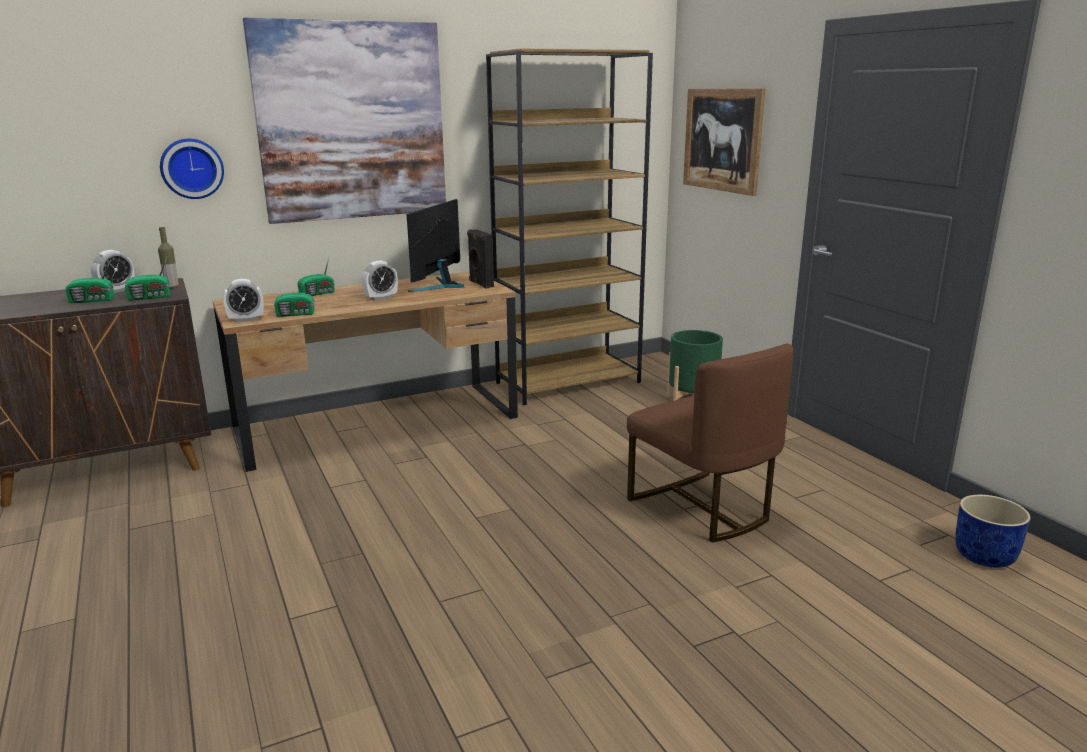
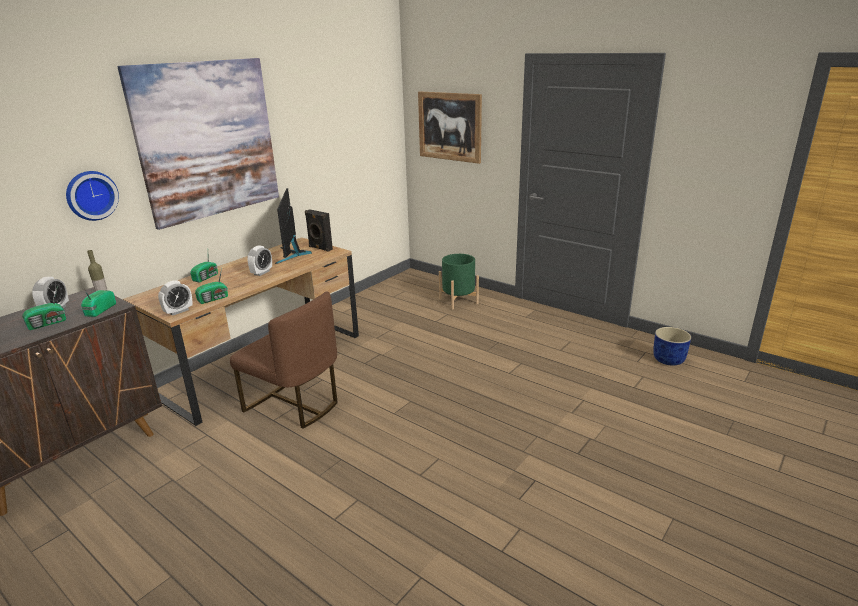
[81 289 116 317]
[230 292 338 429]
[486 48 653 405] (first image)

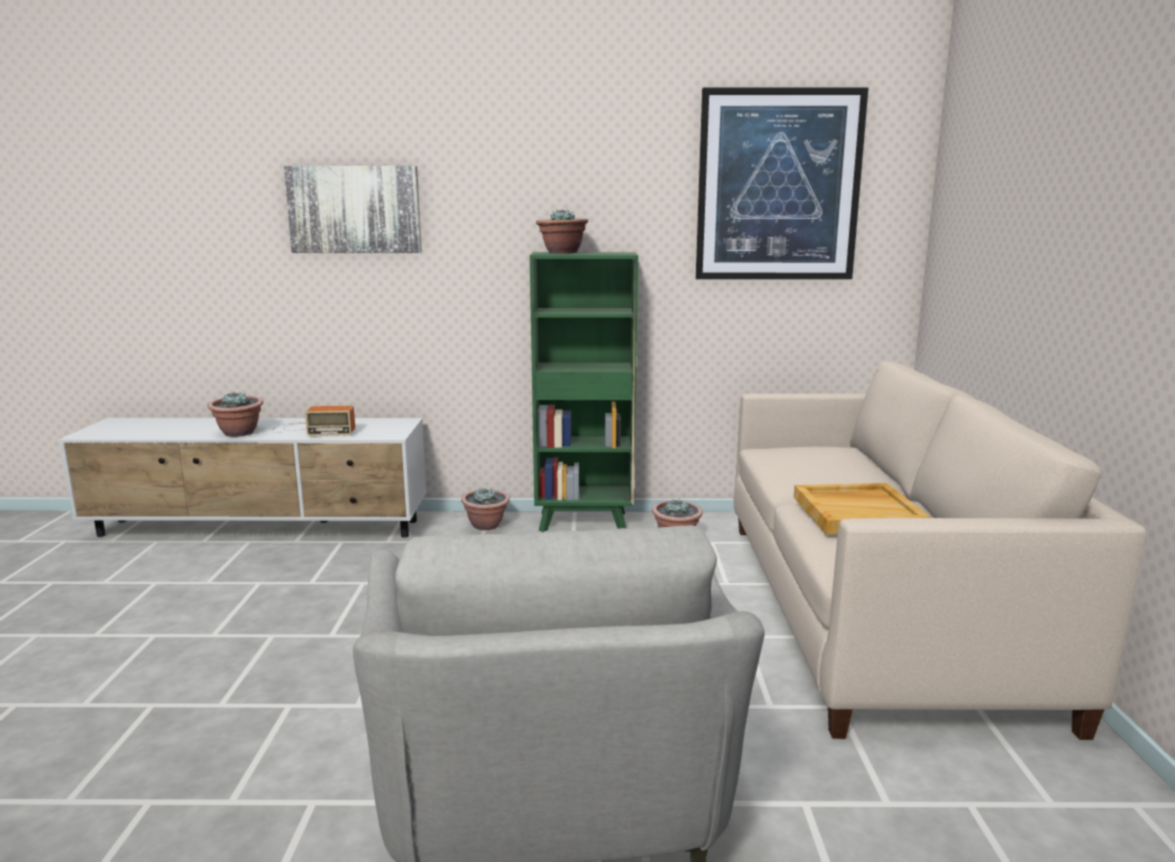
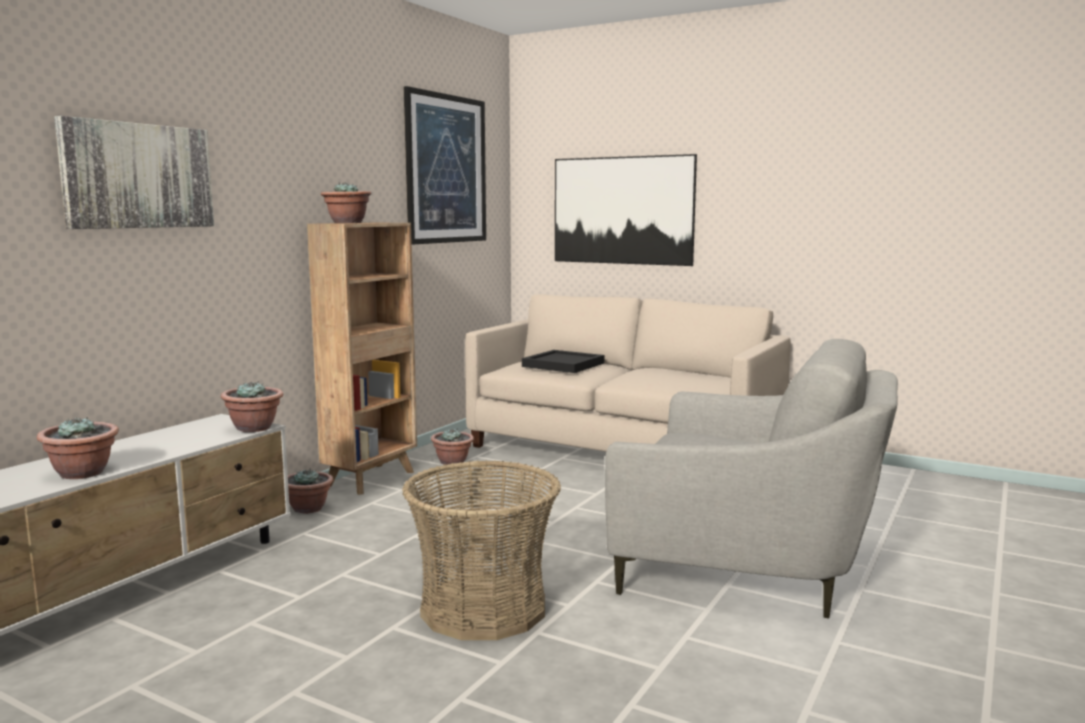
[221 381 283 432]
[307 222 417 495]
[402 460 561 640]
[522 350 604 373]
[555 154 697 266]
[272 406 355 436] (first image)
[794 483 931 534] (first image)

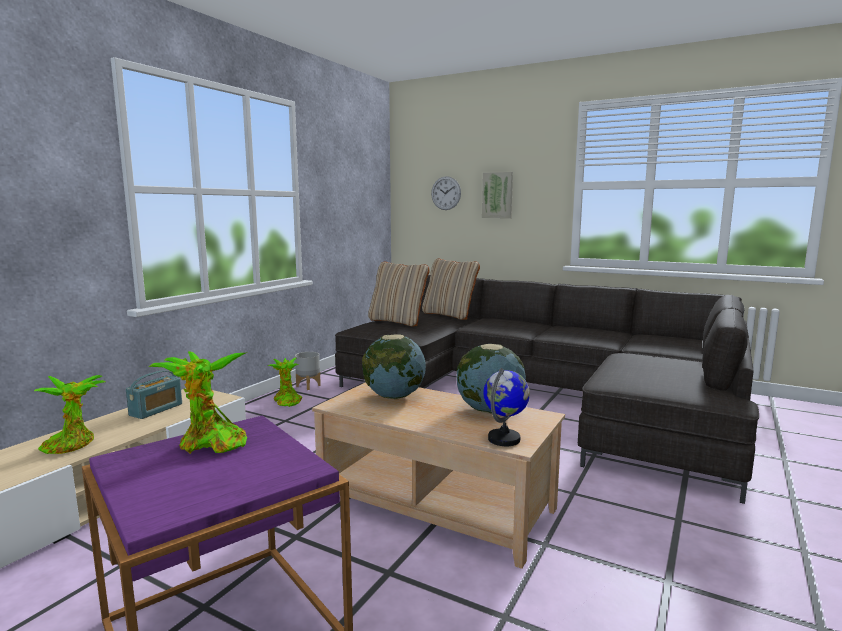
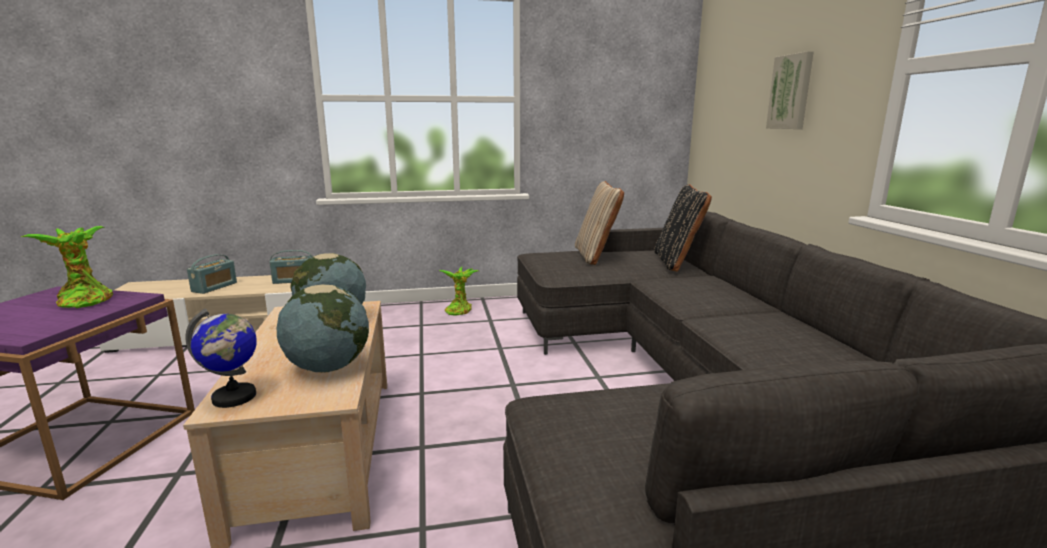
[187 254 237 294]
[654 184 712 272]
[295 352 321 390] (first image)
[431 176 461 210] (first image)

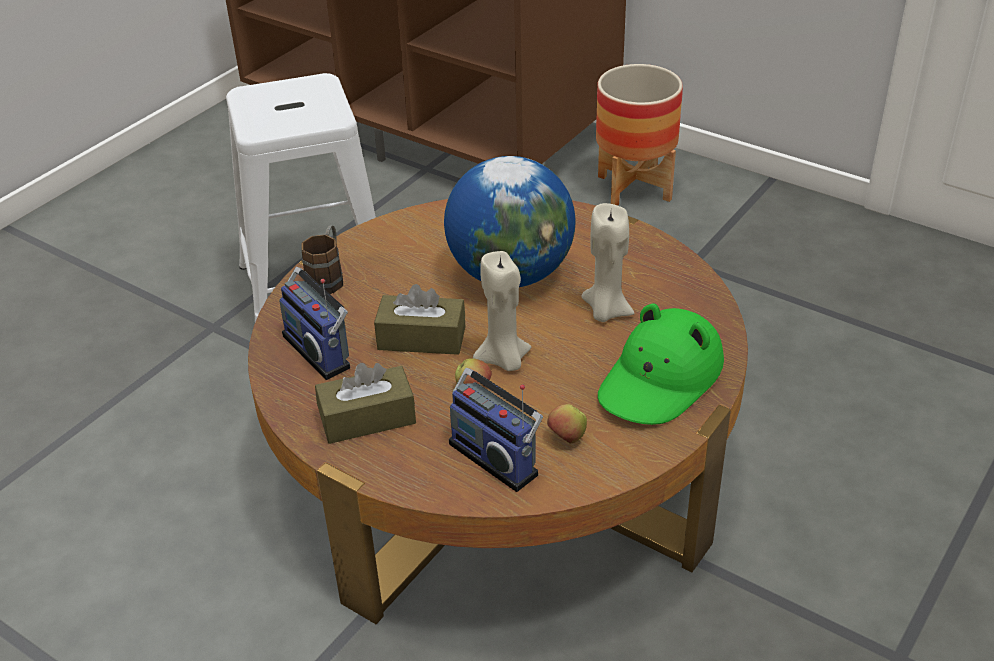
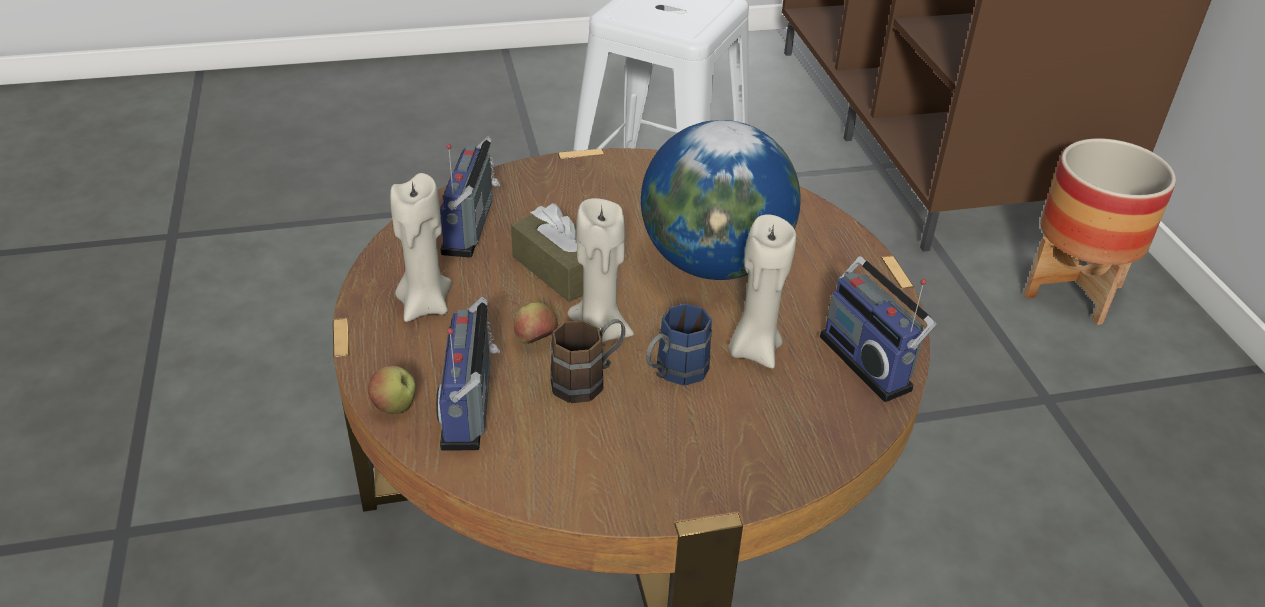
[368 365 416 414]
[390 173 452 322]
[551 319 625 403]
[646 303 712 386]
[820 256 936 402]
[598 304 724 425] (first image)

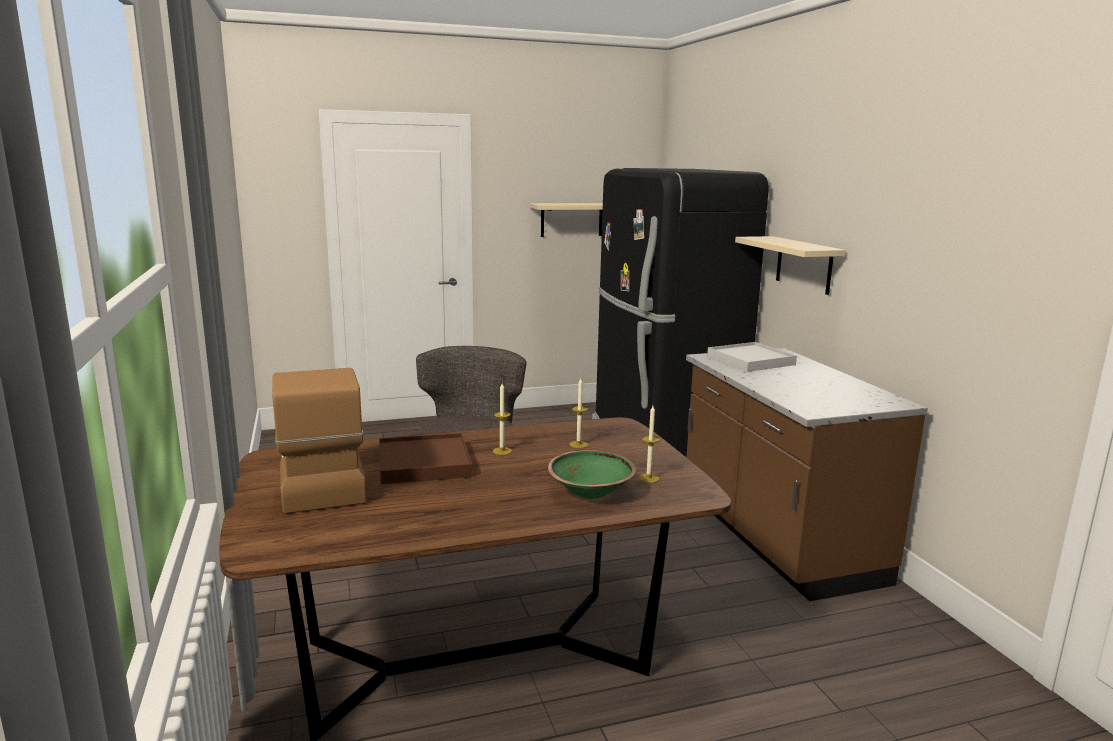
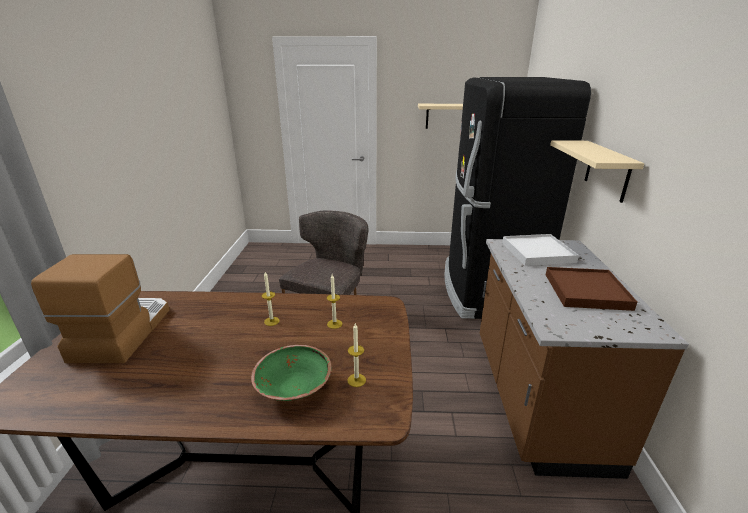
[546 267 637 311]

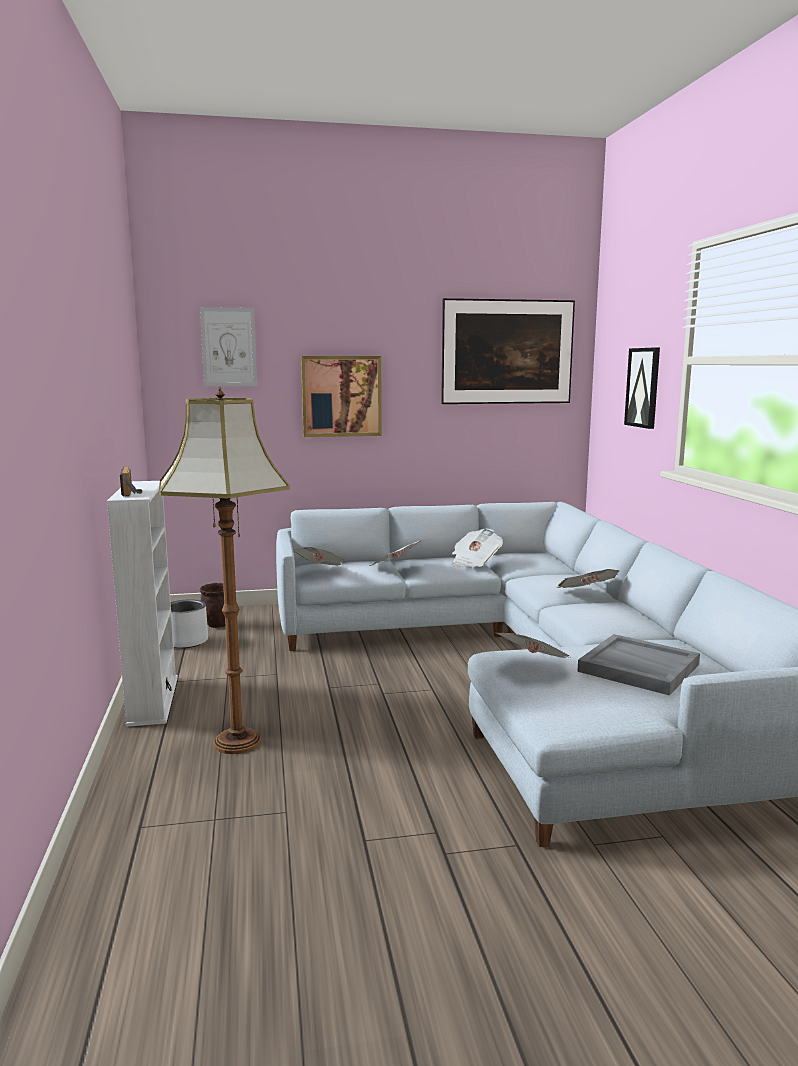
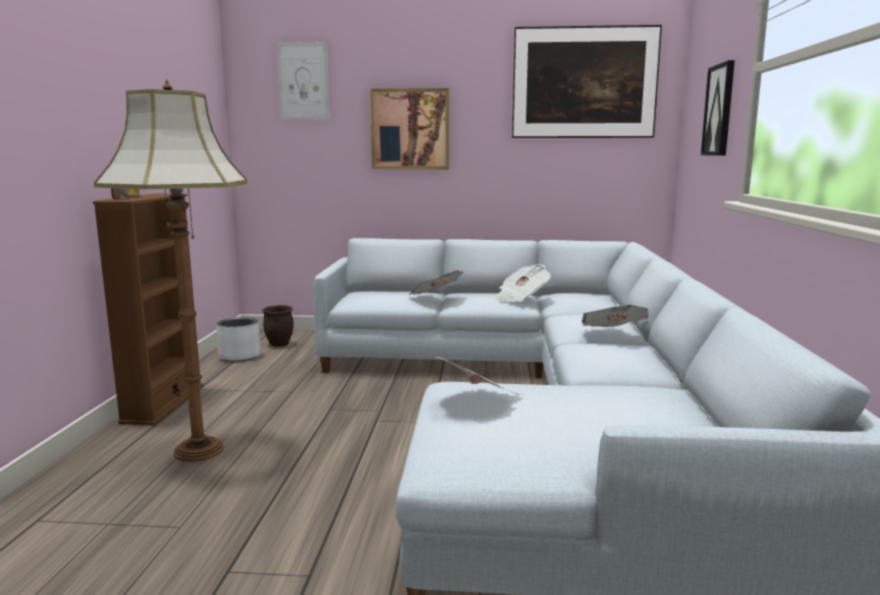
[93 193 203 425]
[293 547 344 565] (first image)
[577 634 700 695] (first image)

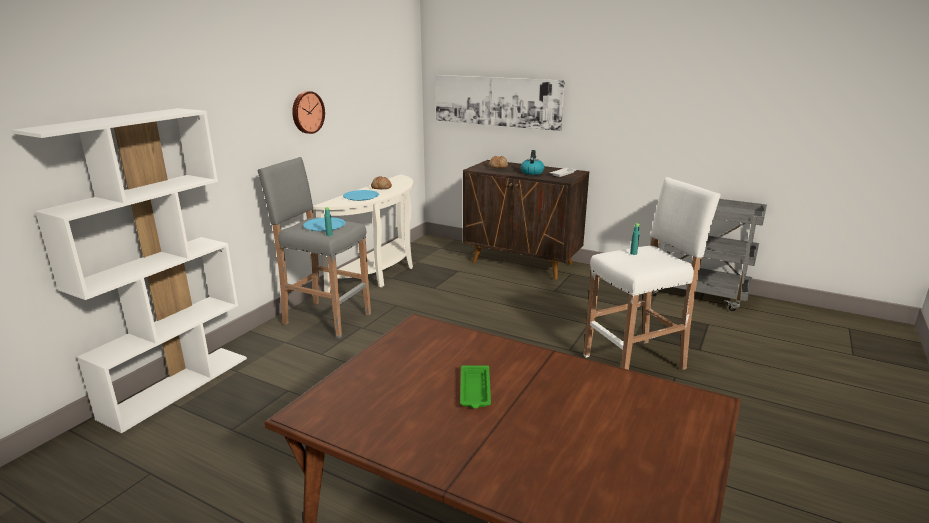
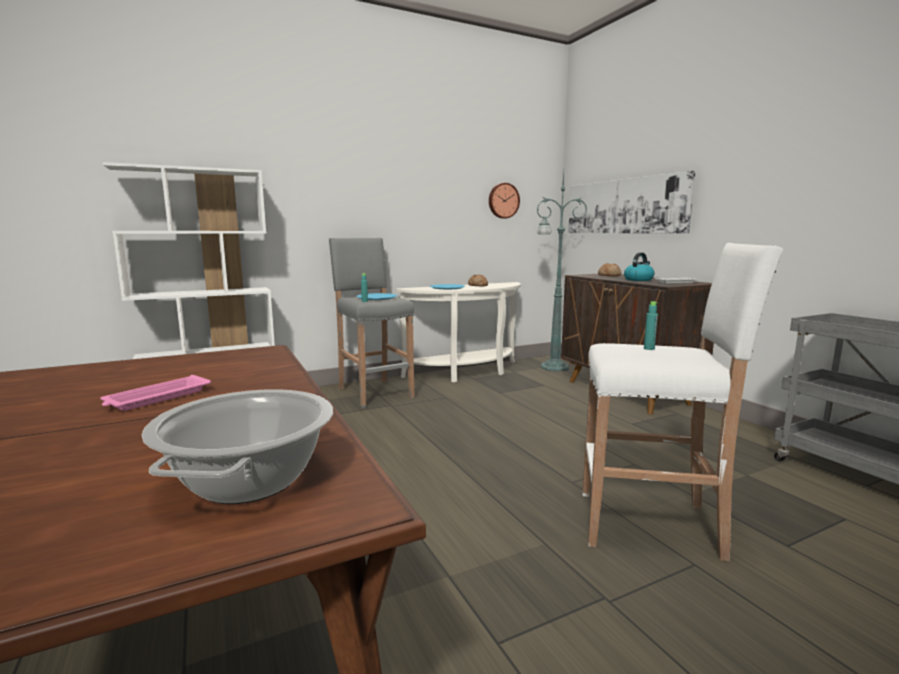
[100 375 211 411]
[142 389 333 504]
[489 183 520 219]
[537 172 587 372]

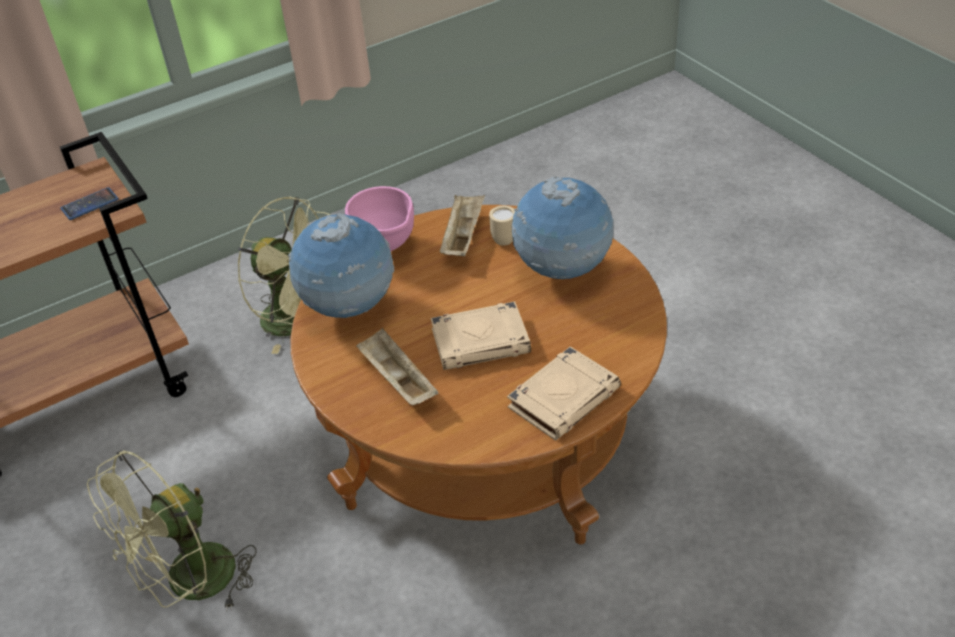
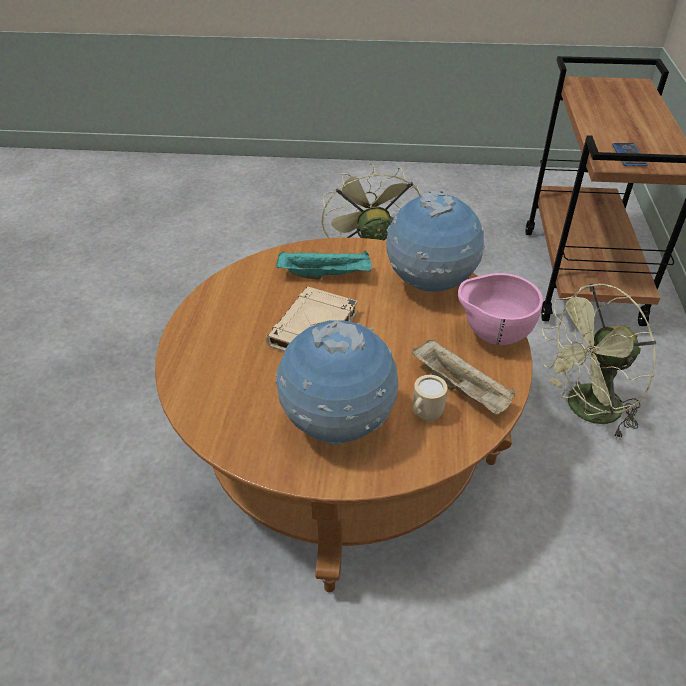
[276 250 372 280]
[507 346 621 441] (first image)

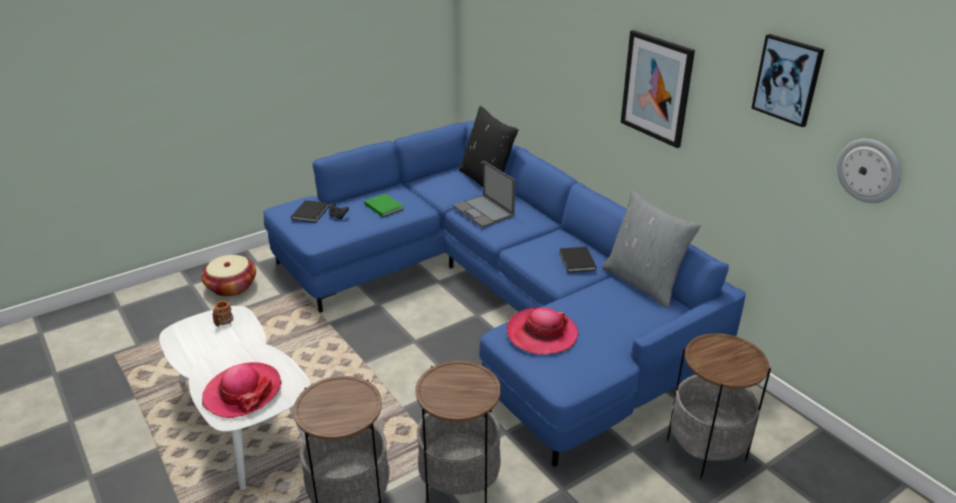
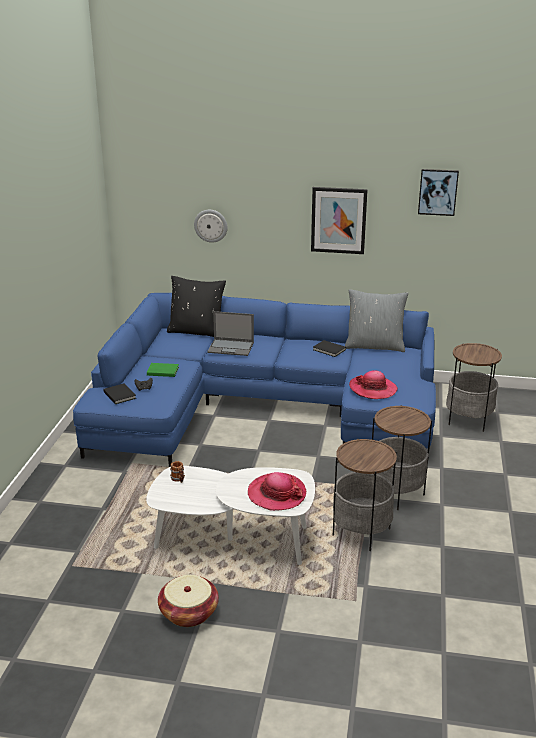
[158 575 219 627]
[194 210 227 243]

